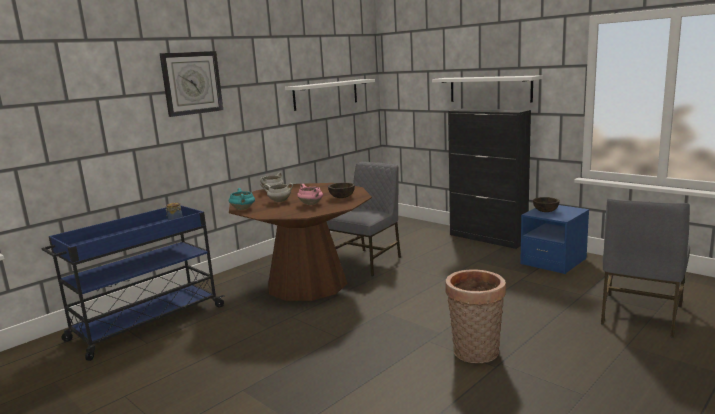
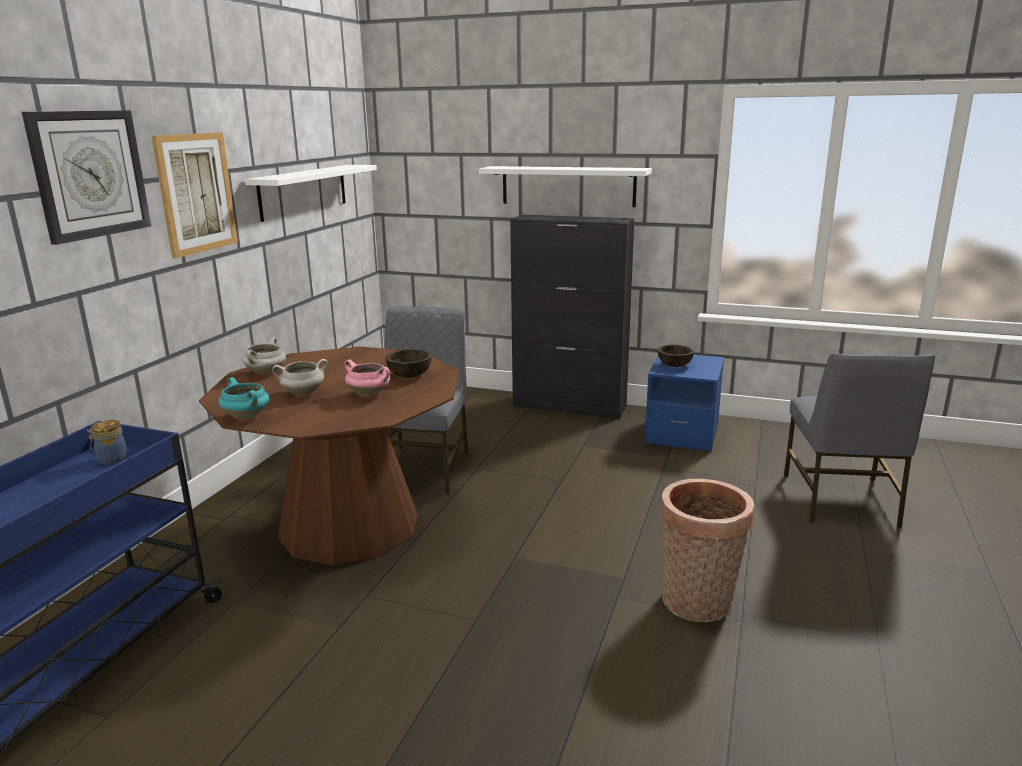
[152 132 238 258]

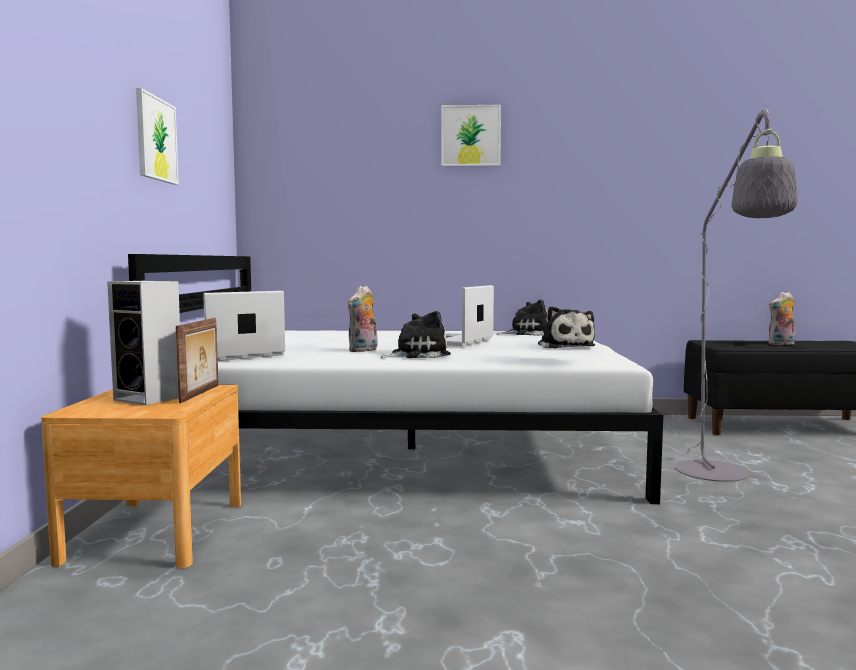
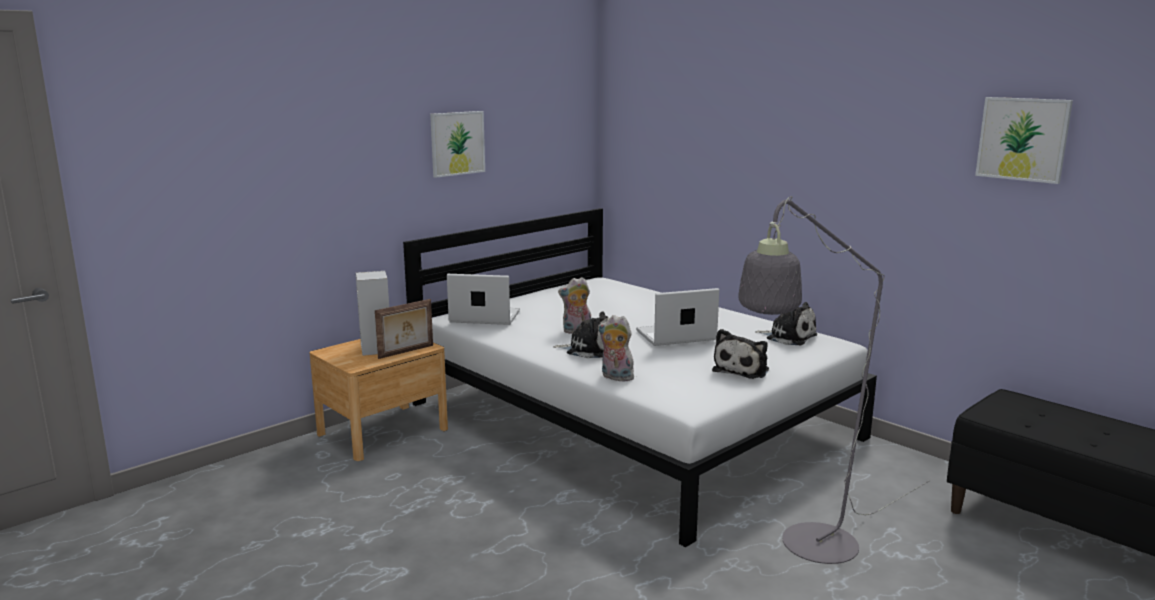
[598 315 636 381]
[975 97 1073 184]

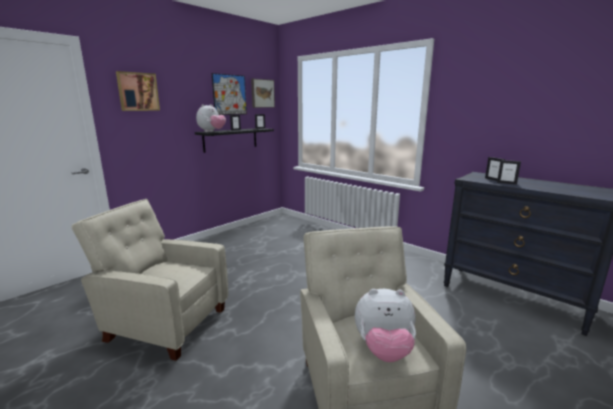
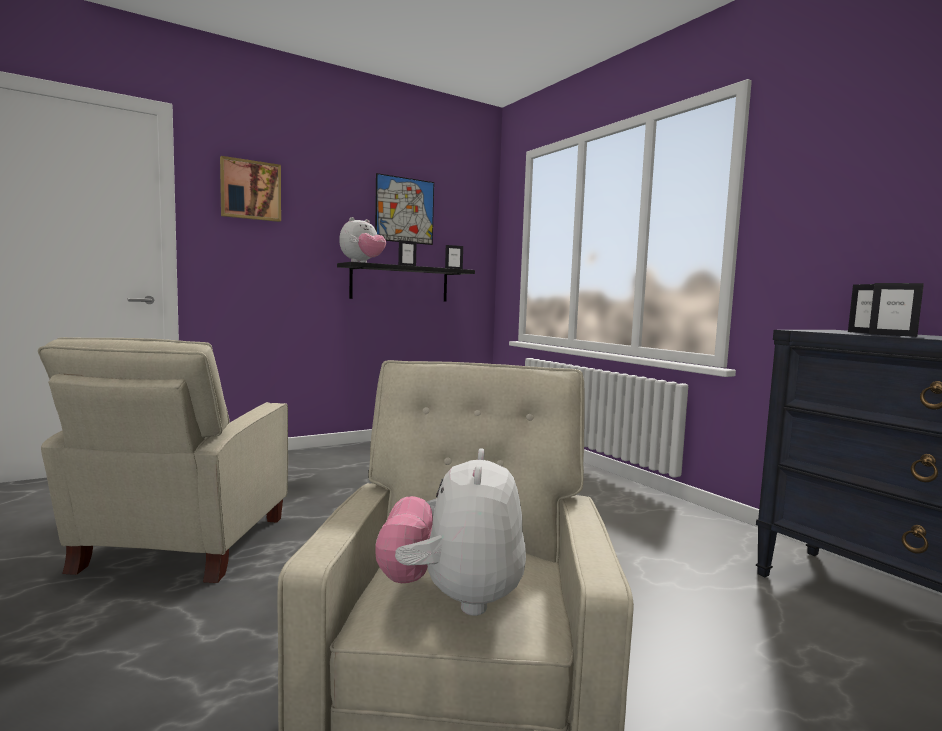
[38 337 288 583]
[375 448 526 616]
[251 79 275 108] (first image)

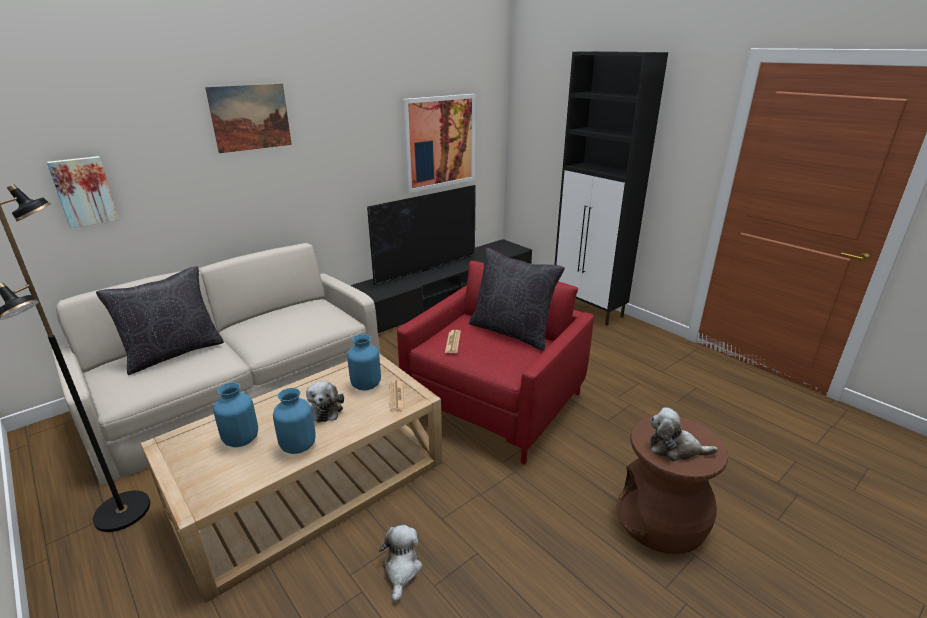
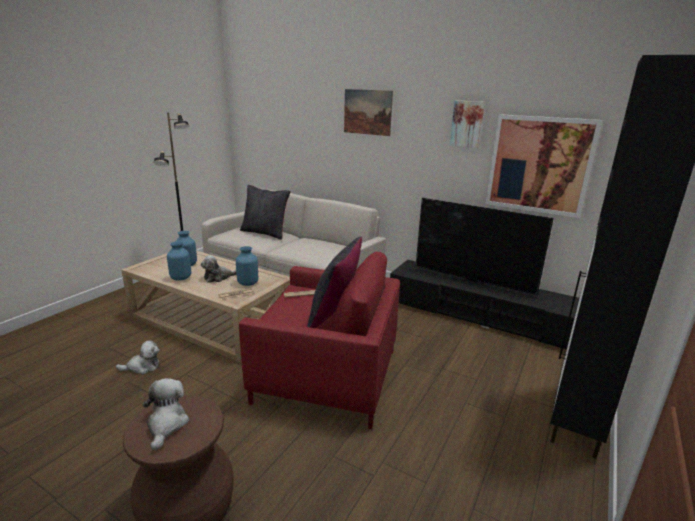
[450 101 485 148]

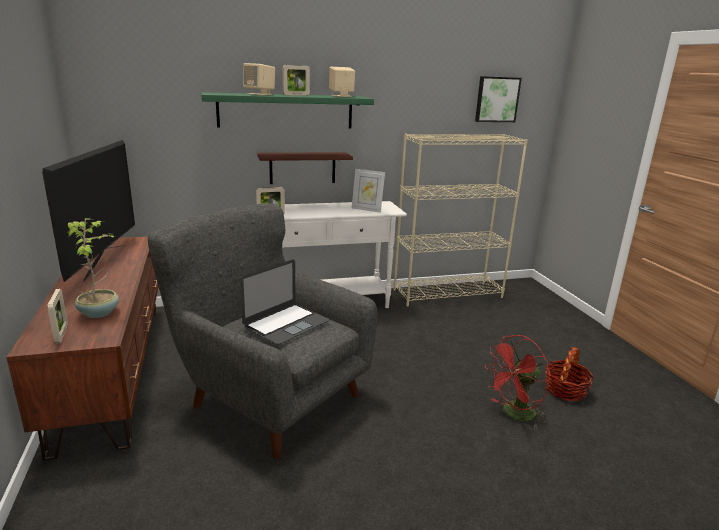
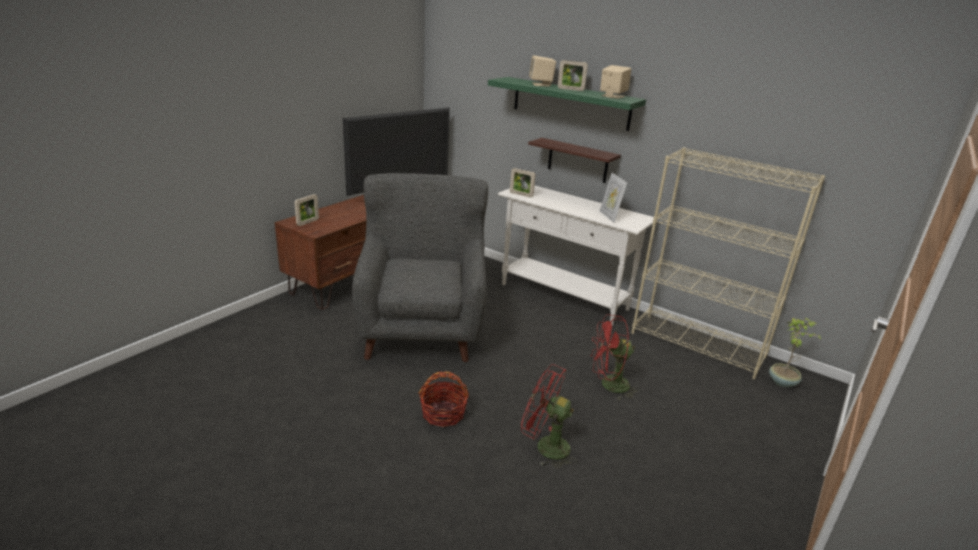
[419 372 469 427]
[590 314 640 400]
[769 318 821 388]
[240 259 329 345] (first image)
[475 76 522 122] (first image)

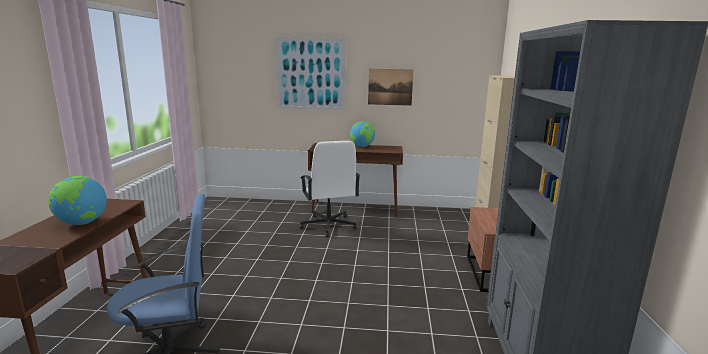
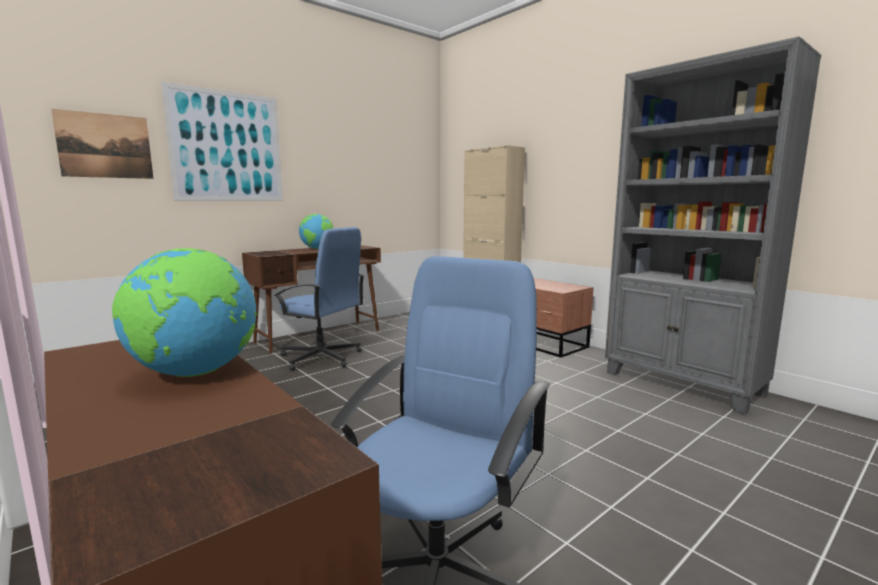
[51 109 153 179]
[274 227 364 371]

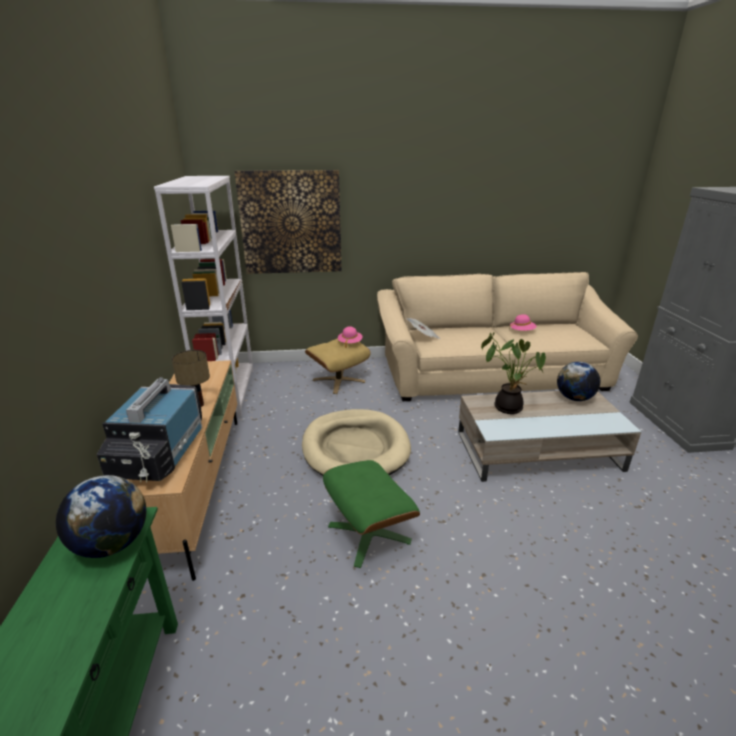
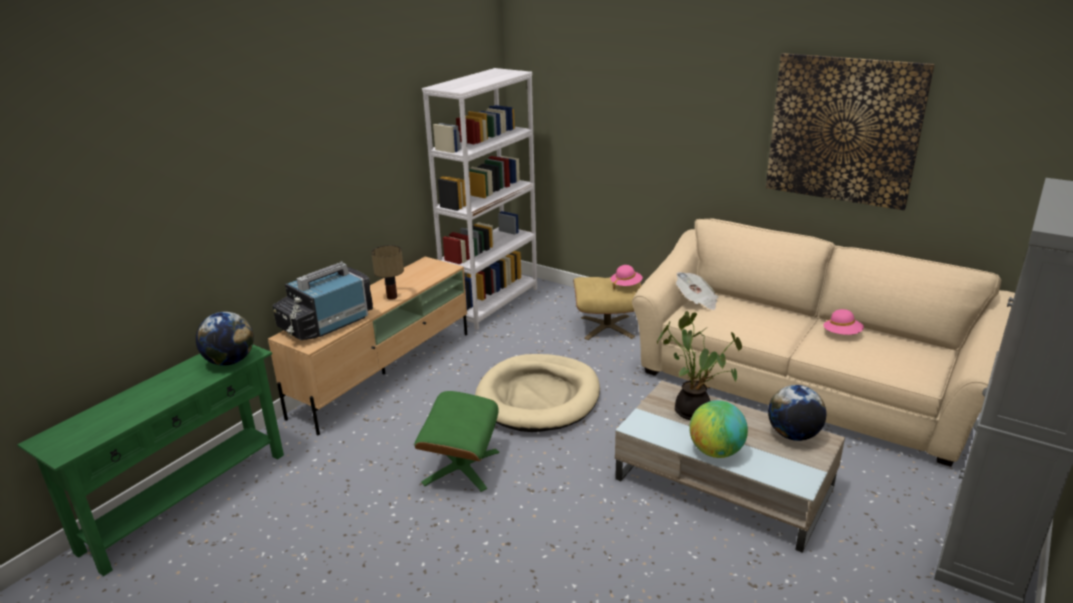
[689 400 748 458]
[766 53 935 210]

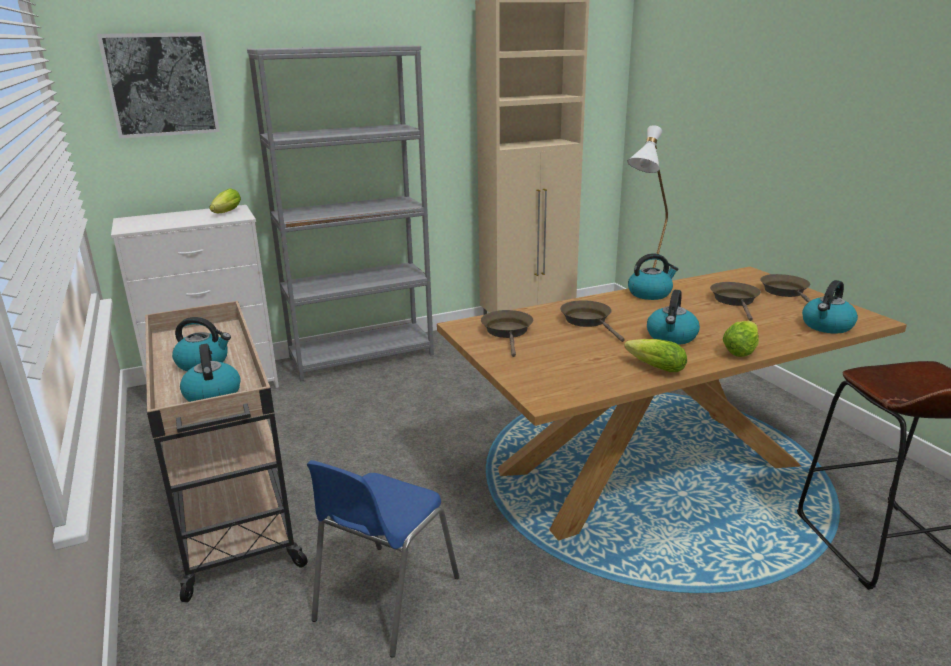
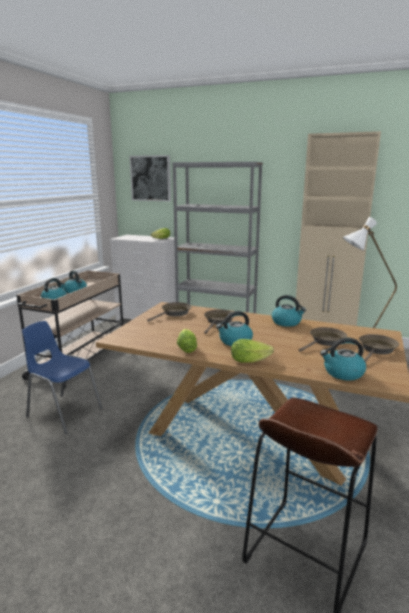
[22 321 102 434]

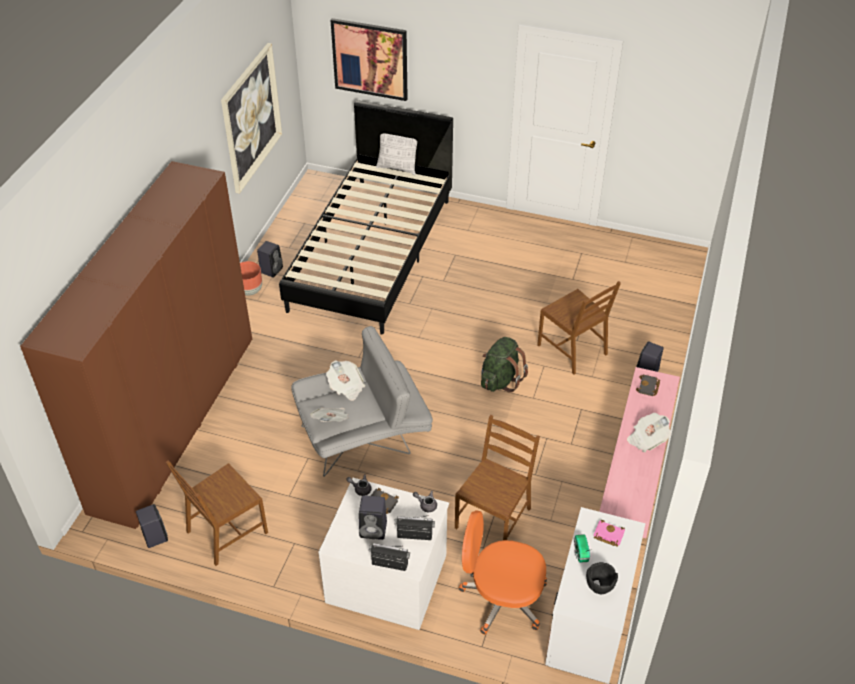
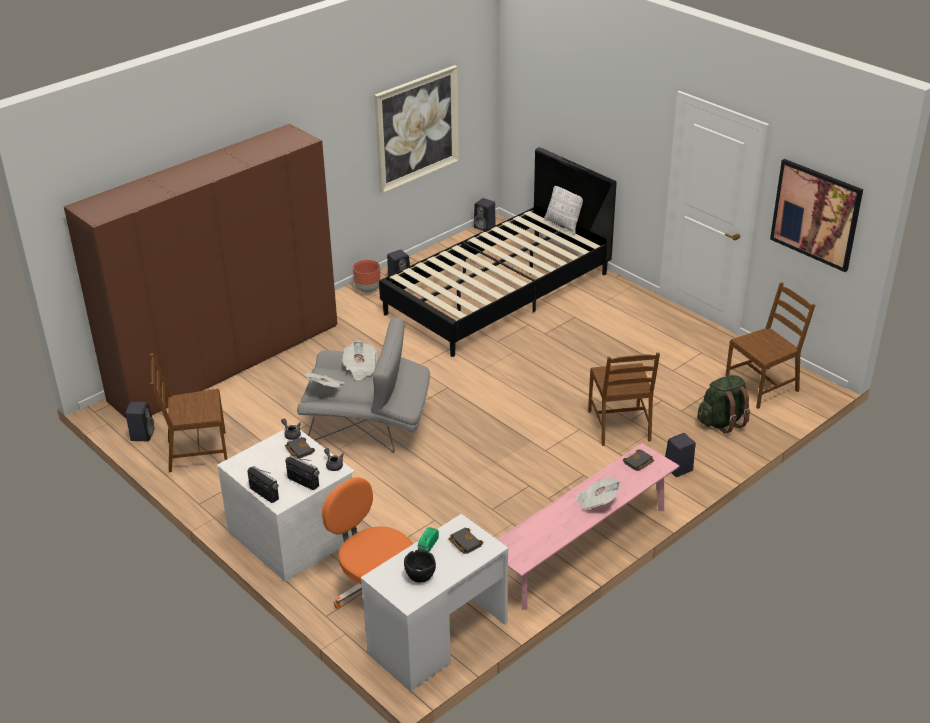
[448 528 483 554]
[474 198 496 231]
[697 375 750 434]
[725 282 815 409]
[770 159 863 272]

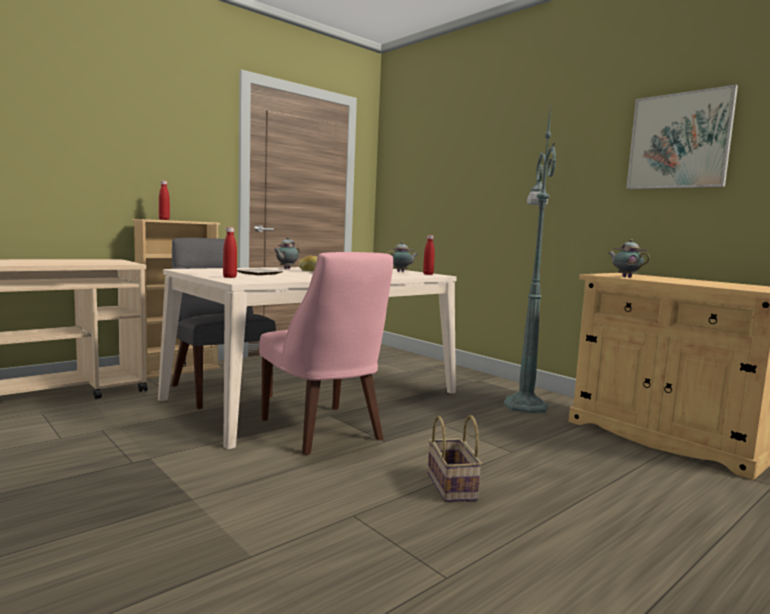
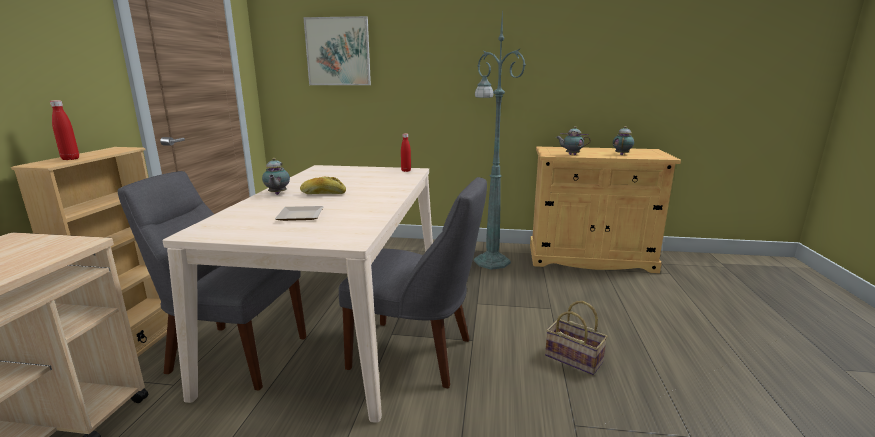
[303 16 371 85]
[339 177 487 388]
[613 126 634 155]
[223 227 237 278] (first image)

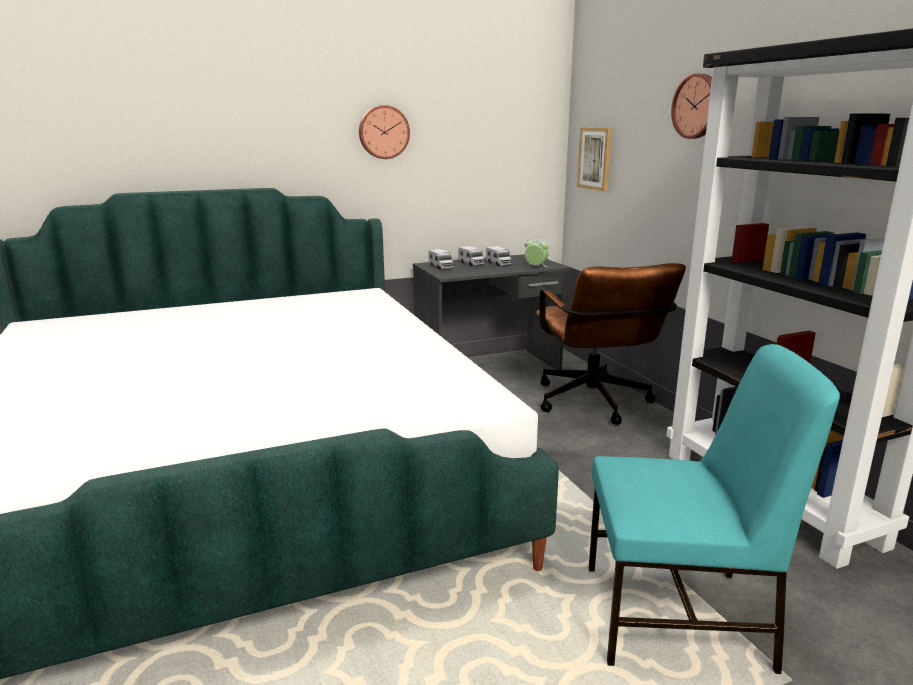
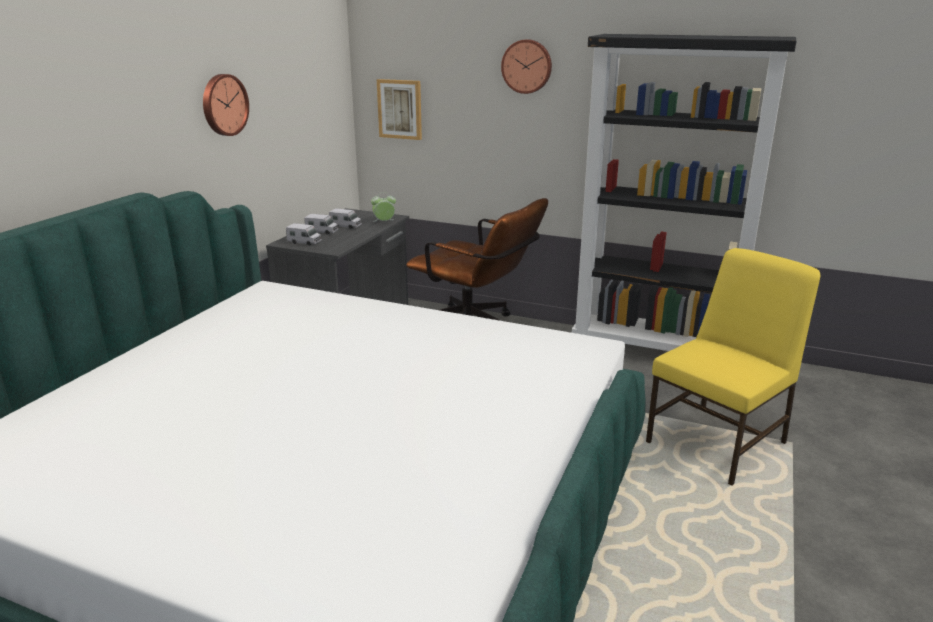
[646 248 820 486]

